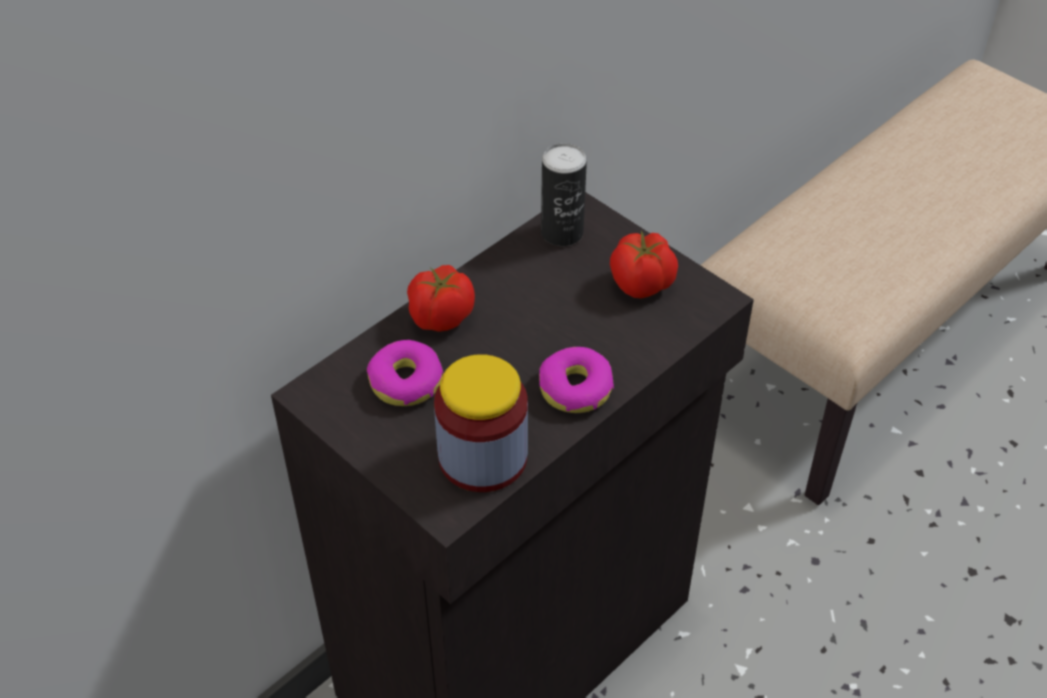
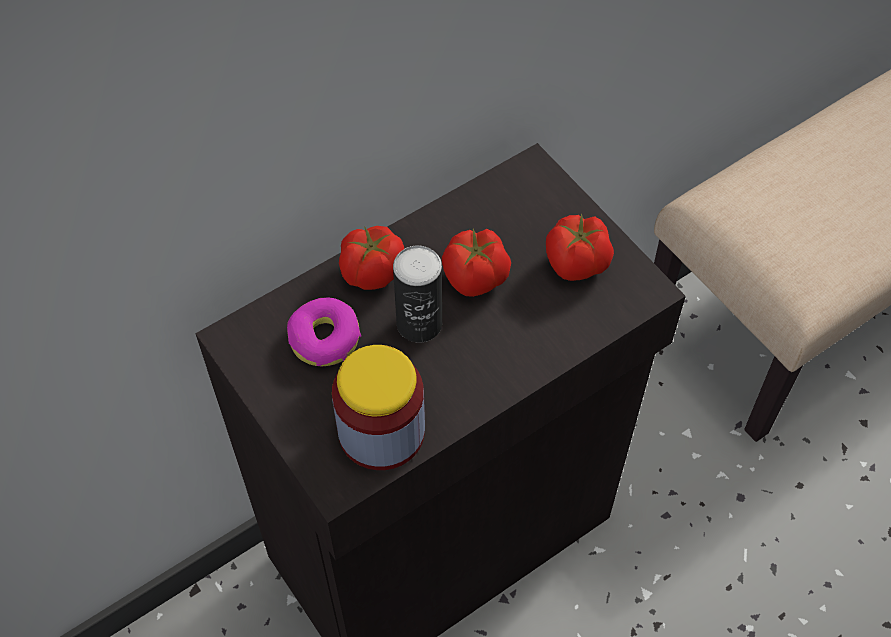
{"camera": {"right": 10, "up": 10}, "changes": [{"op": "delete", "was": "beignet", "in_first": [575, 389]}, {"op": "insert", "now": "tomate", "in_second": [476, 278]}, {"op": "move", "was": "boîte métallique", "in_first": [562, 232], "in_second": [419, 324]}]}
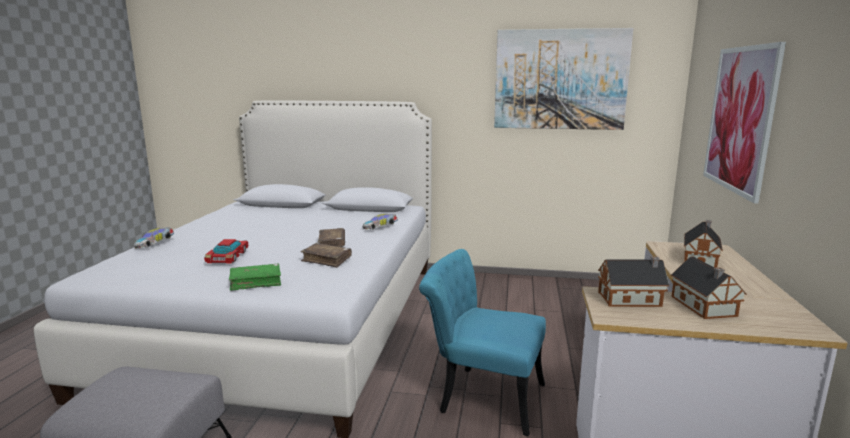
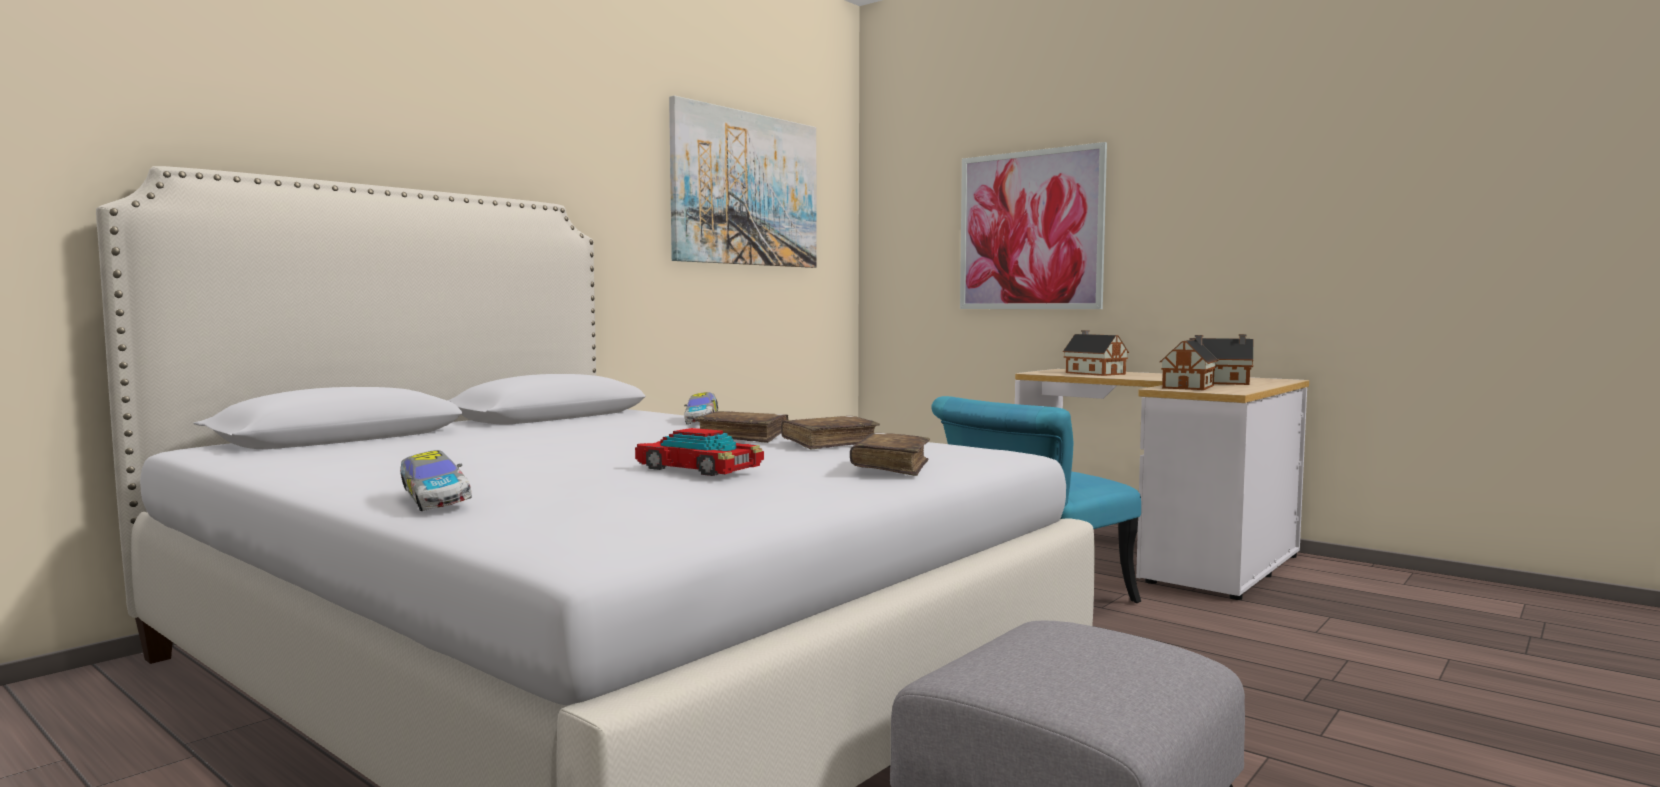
{"camera": {"right": -60, "up": -10}, "changes": [{"op": "recolor", "was": "livre/vert", "now": "livre/marron", "in_first": [256, 282], "in_second": [891, 467]}]}
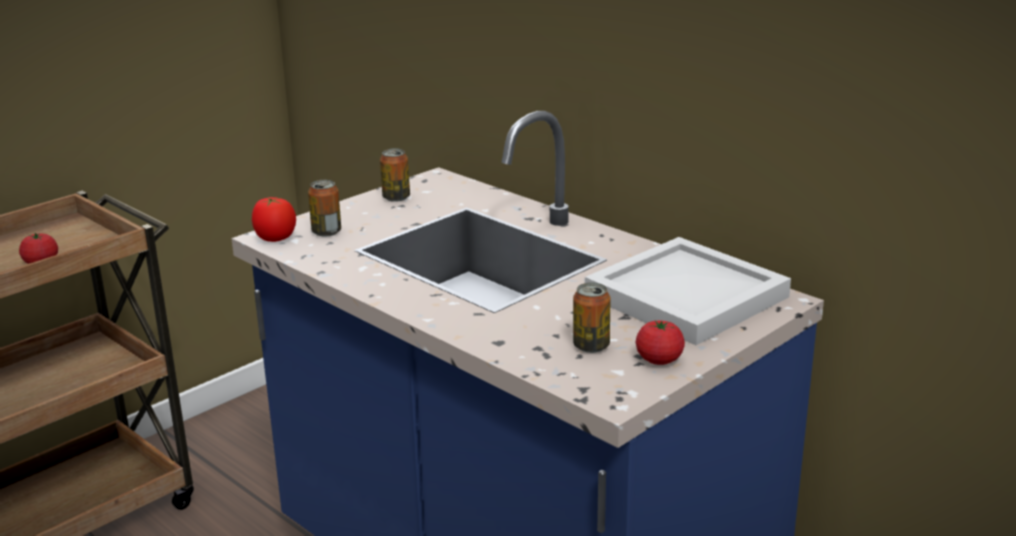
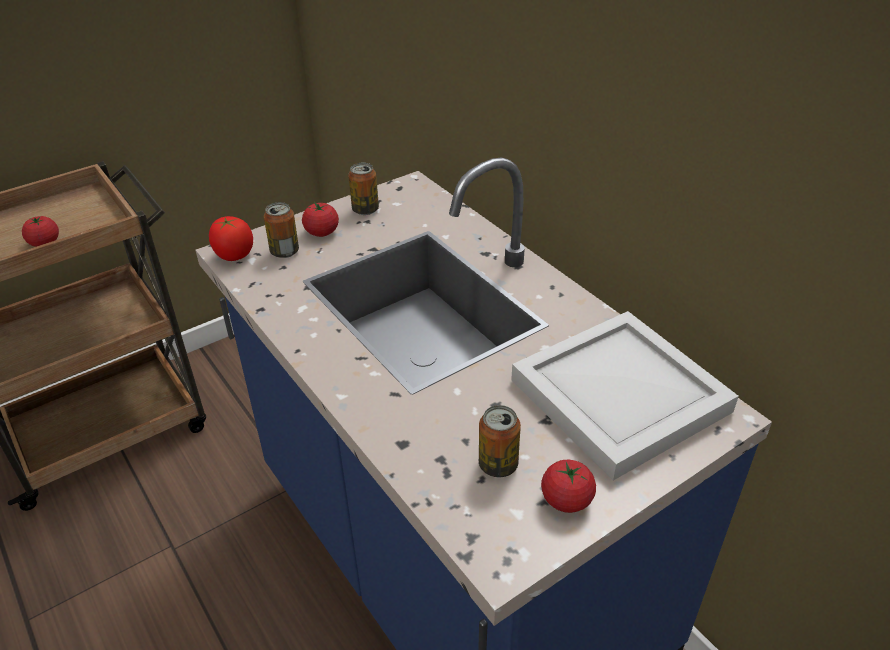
{"camera": {"right": 10, "up": 15}, "changes": [{"op": "insert", "now": "tomate", "in_second": [322, 232]}]}
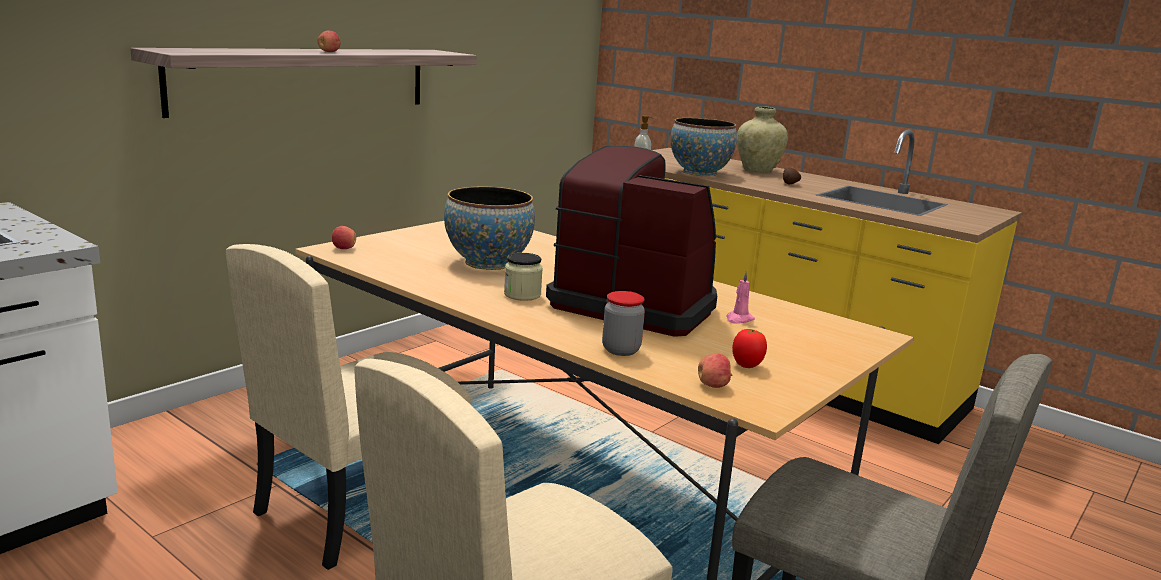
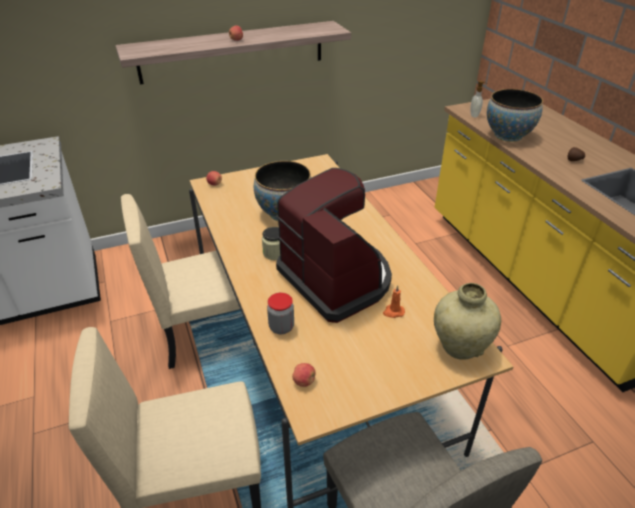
{"camera": {"right": 30, "up": 20}, "changes": [{"op": "delete", "was": "tomate", "in_first": [747, 366]}, {"op": "move", "was": "vase/beige", "in_first": [757, 170], "in_second": [459, 347]}, {"op": "recolor", "was": "bougie/rose", "now": "bougie/orange", "in_first": [738, 319], "in_second": [393, 312]}]}
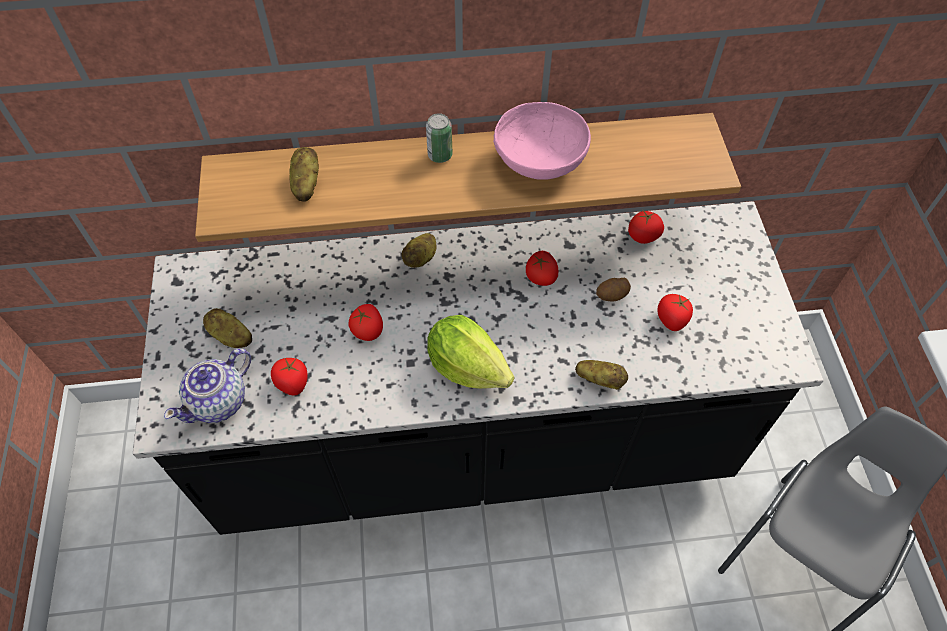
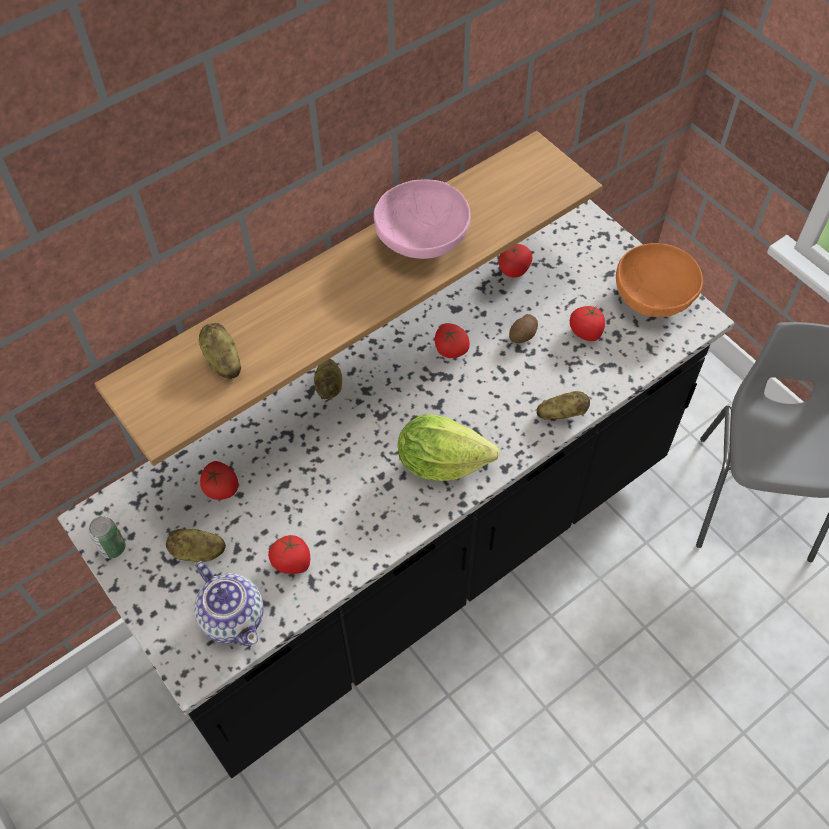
{"camera": {"right": -30, "up": 0}, "changes": [{"op": "insert", "now": "bol/orange", "in_second": [654, 297]}, {"op": "move", "was": "tomate", "in_first": [368, 330], "in_second": [221, 488]}, {"op": "move", "was": "boîte métallique", "in_first": [440, 155], "in_second": [113, 548]}, {"op": "rotate", "was": "théière", "in_first": [219, 401], "in_second": [233, 616], "clockwise": -45}]}
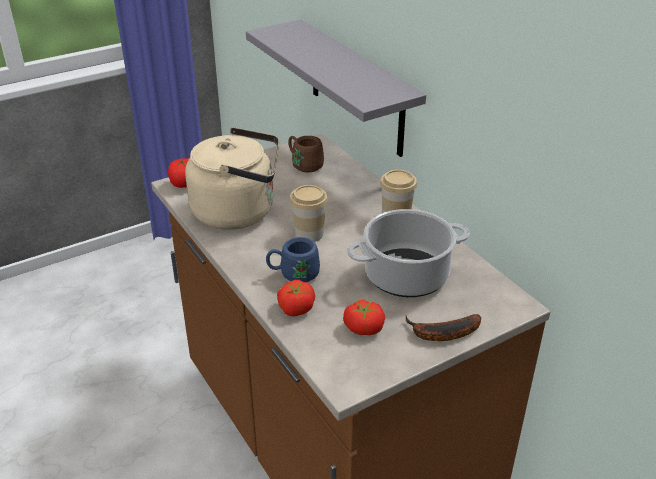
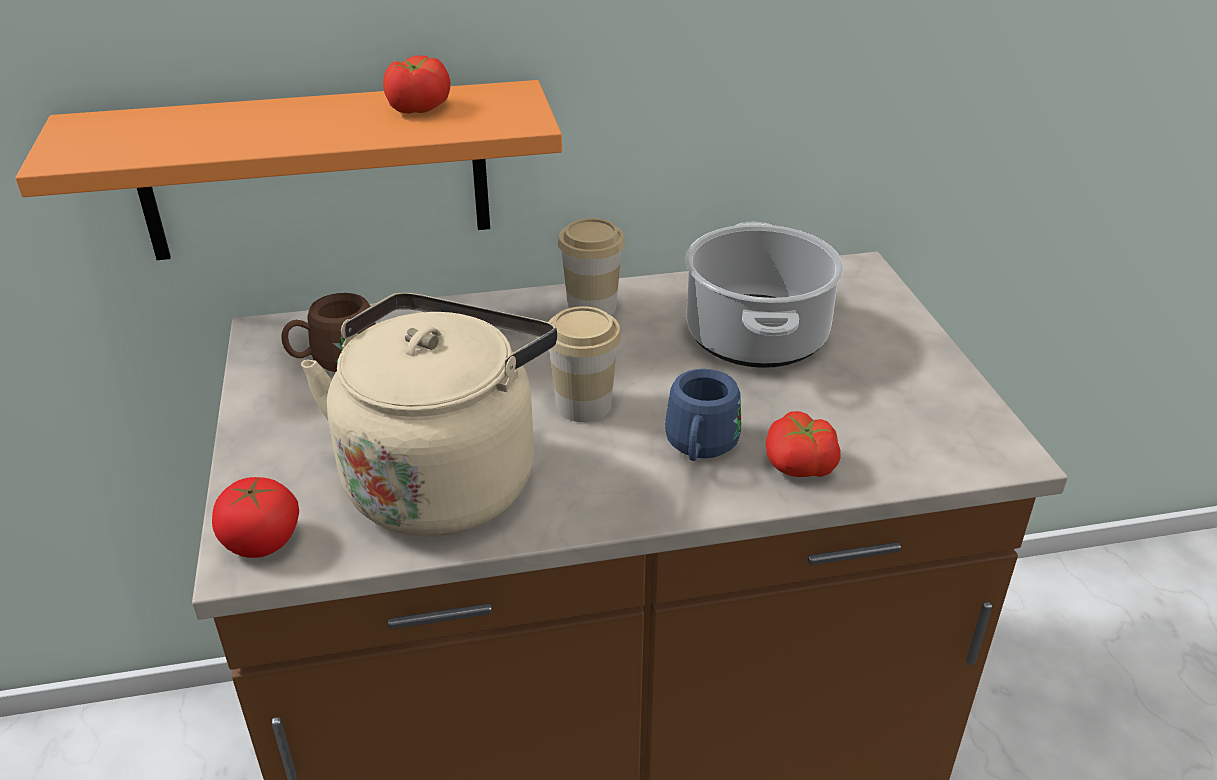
{"camera": {"right": -70, "up": 0}, "changes": [{"op": "delete", "was": "banane", "in_first": [441, 334]}, {"op": "move", "was": "tomate", "in_first": [363, 327], "in_second": [416, 107]}, {"op": "recolor", "was": "étagère/gris", "now": "étagère/orange", "in_first": [356, 88], "in_second": [315, 172]}]}
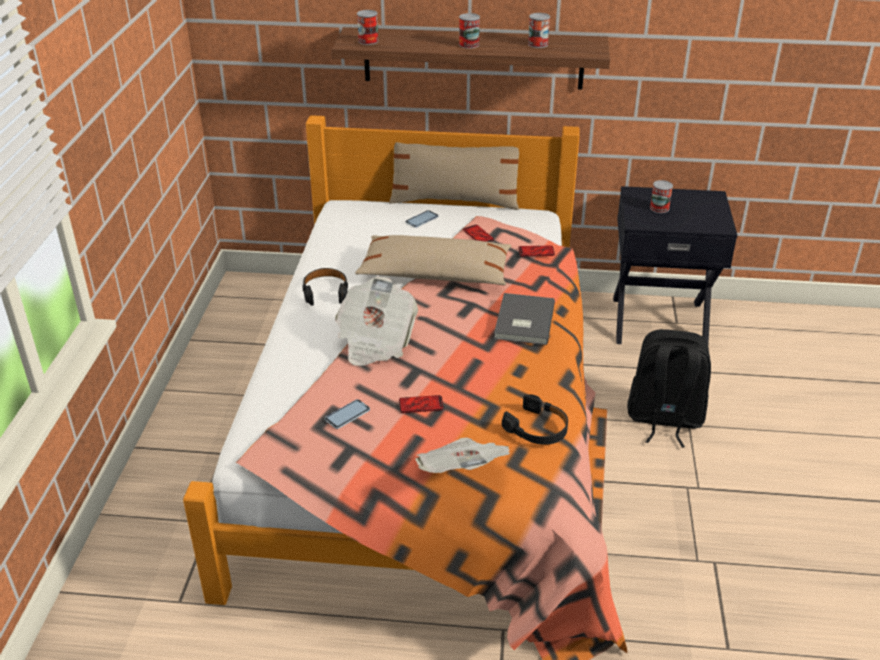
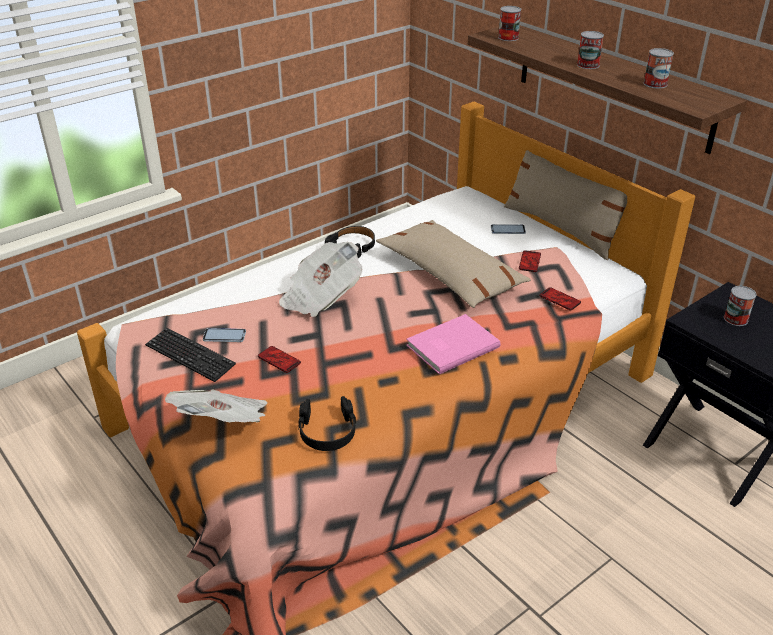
{"camera": {"right": 45, "up": 0}, "changes": [{"op": "delete", "was": "sac à dos/noir", "in_first": [664, 419]}, {"op": "insert", "now": "clavier", "in_second": [190, 356]}, {"op": "recolor", "was": "livre/gris", "now": "livre/rose", "in_first": [522, 321], "in_second": [450, 345]}]}
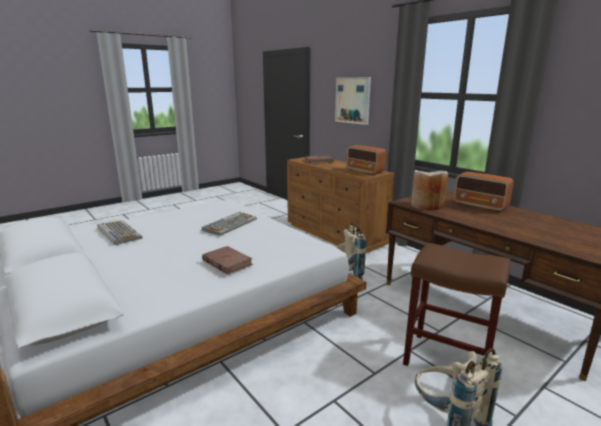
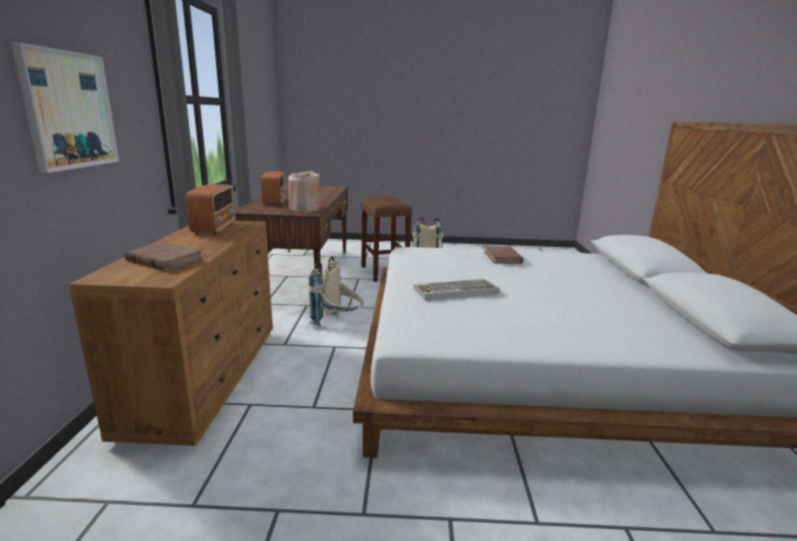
{"camera": {"right": -140, "up": 0}, "changes": [{"op": "delete", "was": "clavier", "in_first": [118, 233]}]}
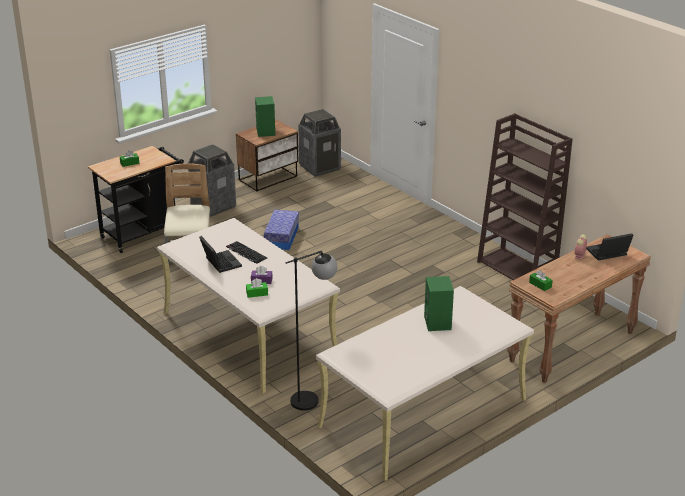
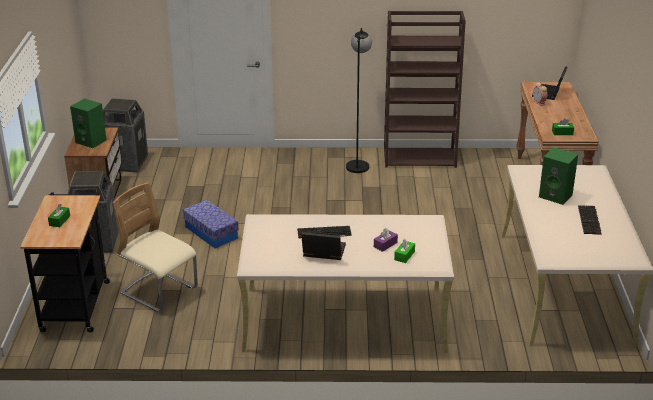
{"camera": {"right": -50, "up": 0}, "changes": [{"op": "insert", "now": "clavier", "in_second": [590, 220]}, {"op": "move", "was": "lampadaire/noir", "in_first": [313, 398], "in_second": [358, 163]}]}
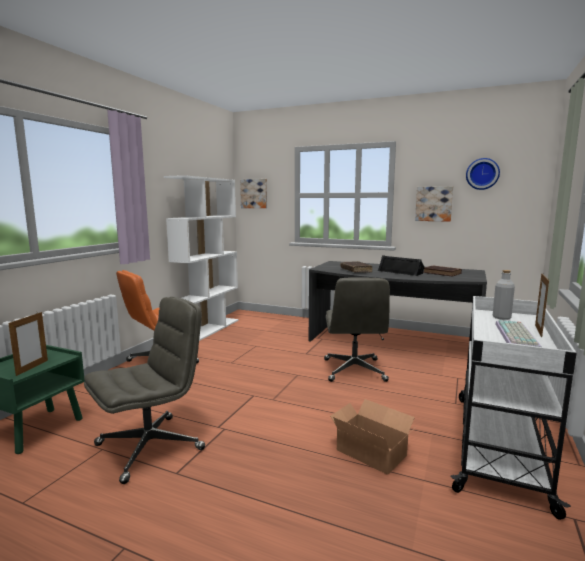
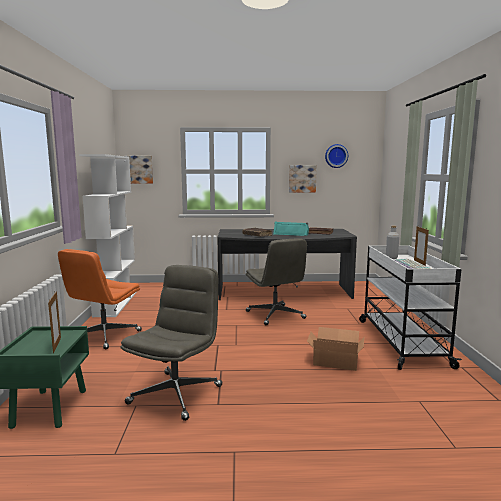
{"camera": {"right": -25, "up": 0}, "changes": [{"op": "recolor", "was": "enceinte/noir", "now": "enceinte/turquoise", "in_first": [400, 272], "in_second": [291, 234]}]}
